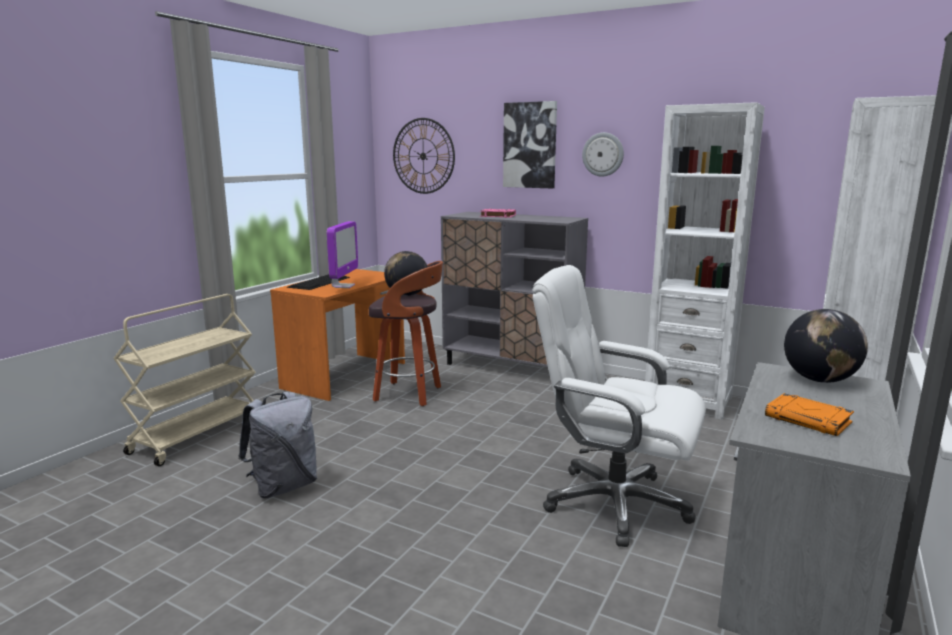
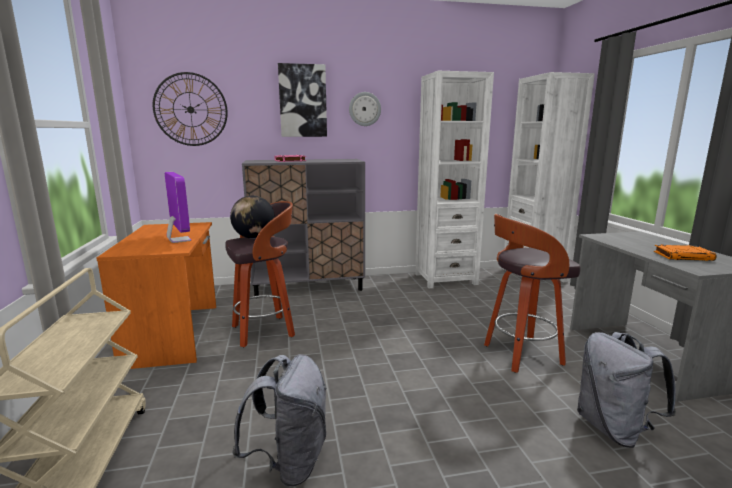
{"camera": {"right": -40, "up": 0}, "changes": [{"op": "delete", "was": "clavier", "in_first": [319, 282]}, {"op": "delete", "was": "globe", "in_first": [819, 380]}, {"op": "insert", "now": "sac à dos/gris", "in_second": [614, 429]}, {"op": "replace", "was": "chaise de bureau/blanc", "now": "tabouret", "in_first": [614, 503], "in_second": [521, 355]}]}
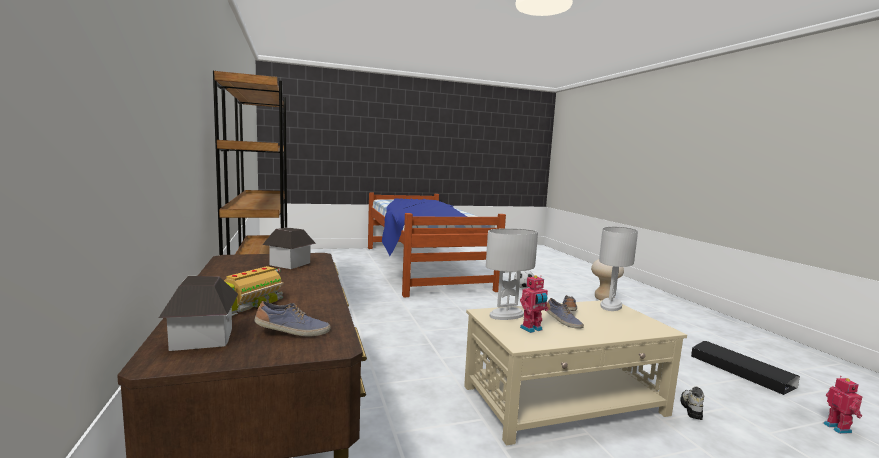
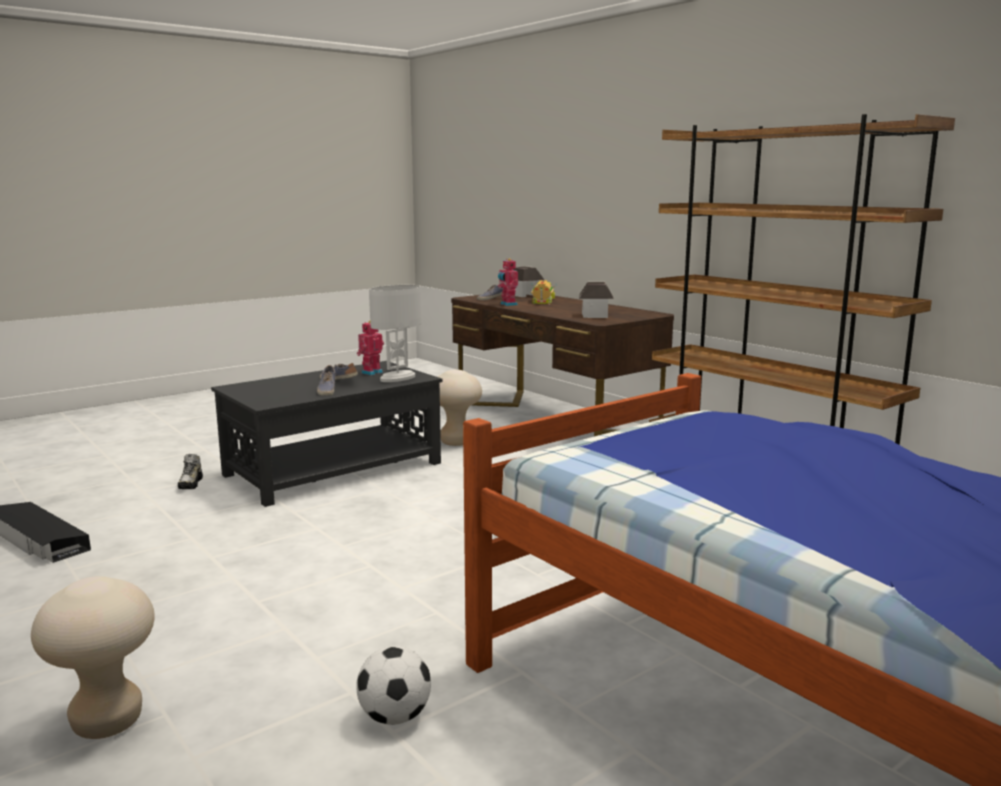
{"camera": {"right": 160, "up": 5}, "changes": [{"op": "delete", "was": "lampe de table/blanc", "in_first": [611, 306]}, {"op": "insert", "now": "tabouret/beige", "in_second": [456, 442]}, {"op": "move", "was": "robot jouet", "in_first": [838, 428], "in_second": [507, 304]}, {"op": "recolor", "was": "table basse/beige", "now": "table basse/noir", "in_first": [564, 400], "in_second": [332, 469]}]}
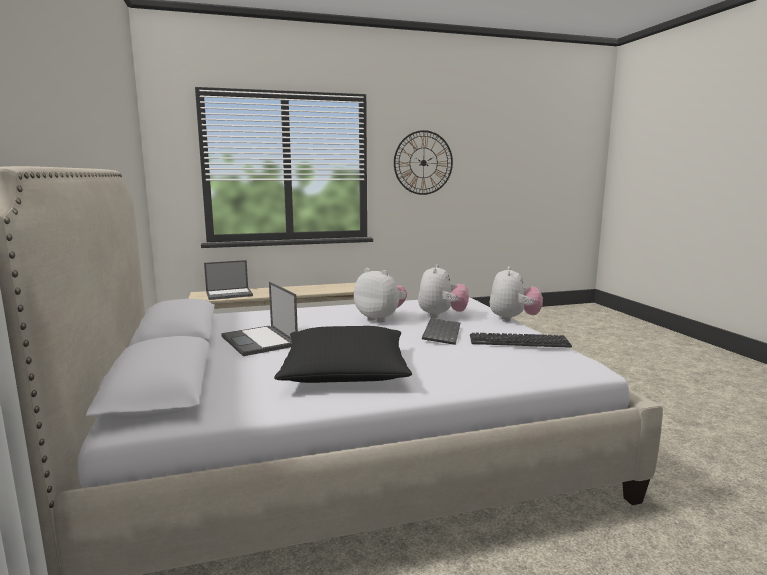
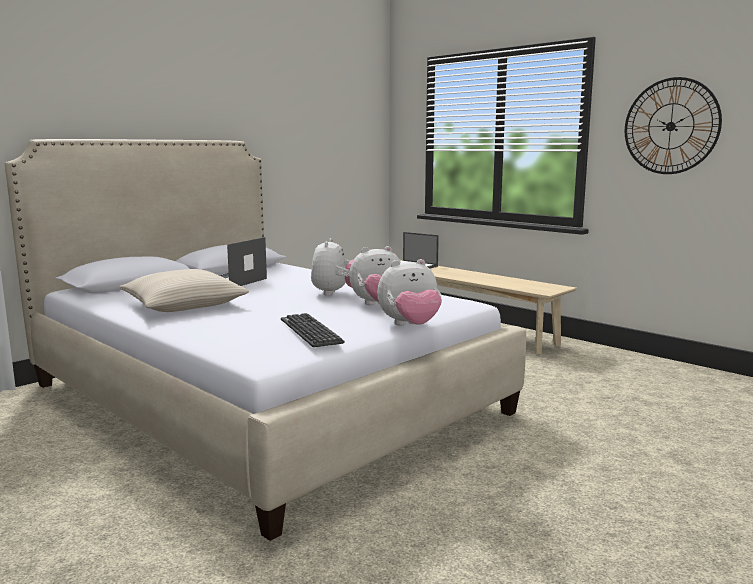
{"camera": {"right": 60, "up": 0}, "changes": [{"op": "delete", "was": "clavier", "in_first": [440, 332]}, {"op": "recolor", "was": "coussin/noir", "now": "coussin/beige", "in_first": [345, 370], "in_second": [184, 305]}]}
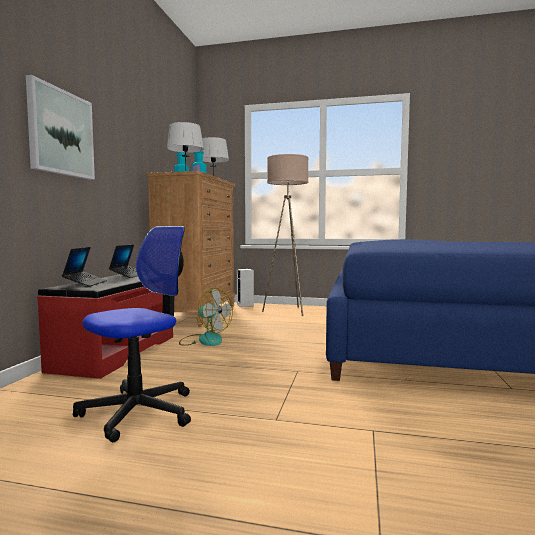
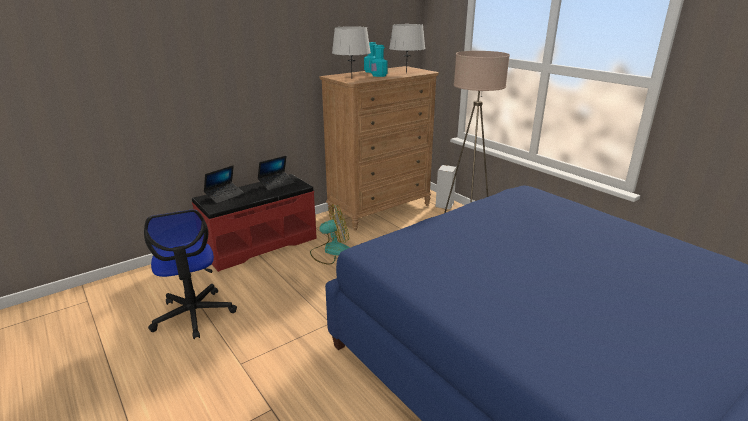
{"camera": {"right": 40, "up": 20}, "changes": [{"op": "delete", "was": "tableau", "in_first": [61, 133]}, {"op": "rotate", "was": "chaise de bureau", "in_first": [138, 412], "in_second": [194, 314], "clockwise": 75}, {"op": "rotate", "was": "ventilateur", "in_first": [204, 340], "in_second": [331, 251], "clockwise": -90}]}
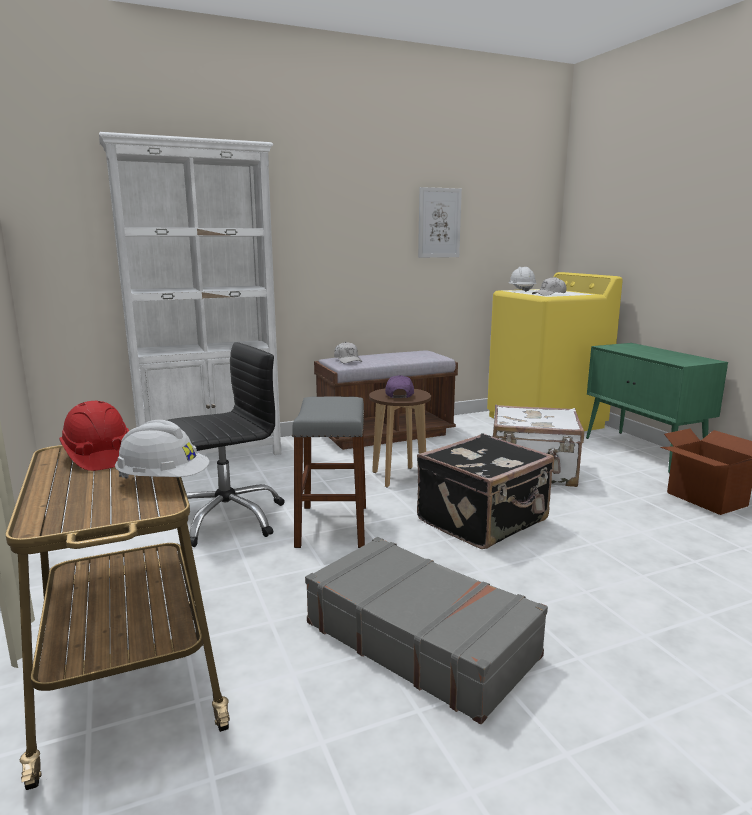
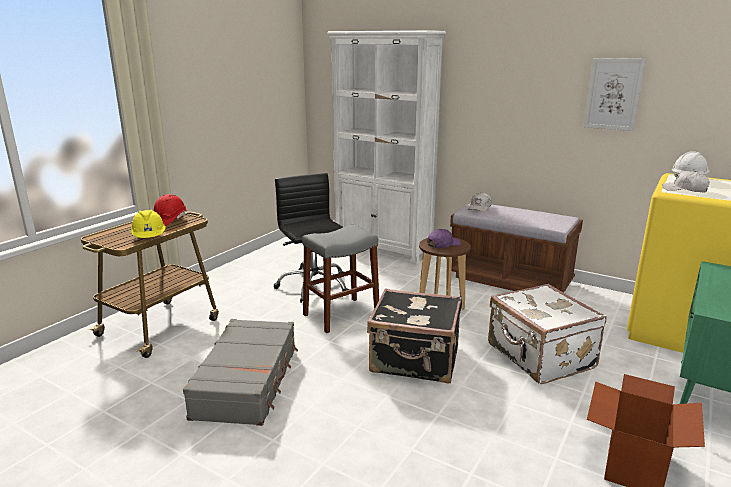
{"camera": {"right": 55, "up": 5}, "changes": [{"op": "recolor", "was": "casque de chantier/blanc", "now": "casque de chantier/jaune", "in_first": [164, 481], "in_second": [149, 238]}, {"op": "rotate", "was": "chaise de bureau/noir", "in_first": [227, 518], "in_second": [313, 286], "clockwise": -135}]}
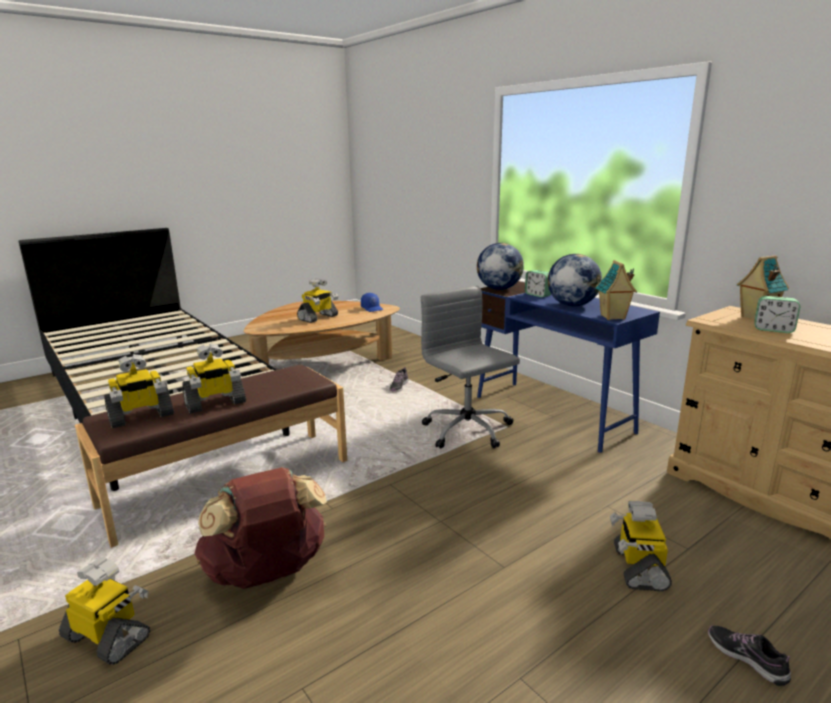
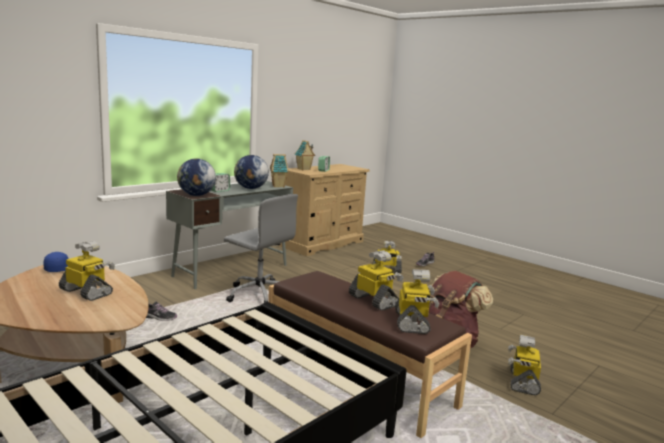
{"camera": {"right": -100, "up": -5}, "changes": [{"op": "recolor", "was": "bureau/bleu", "now": "bureau/gris", "in_first": [552, 414], "in_second": [232, 270]}, {"op": "rotate", "was": "robot jouet", "in_first": [140, 417], "in_second": [412, 323], "clockwise": 45}, {"op": "rotate", "was": "chaise de bureau/gris", "in_first": [468, 431], "in_second": [258, 294], "clockwise": -105}]}
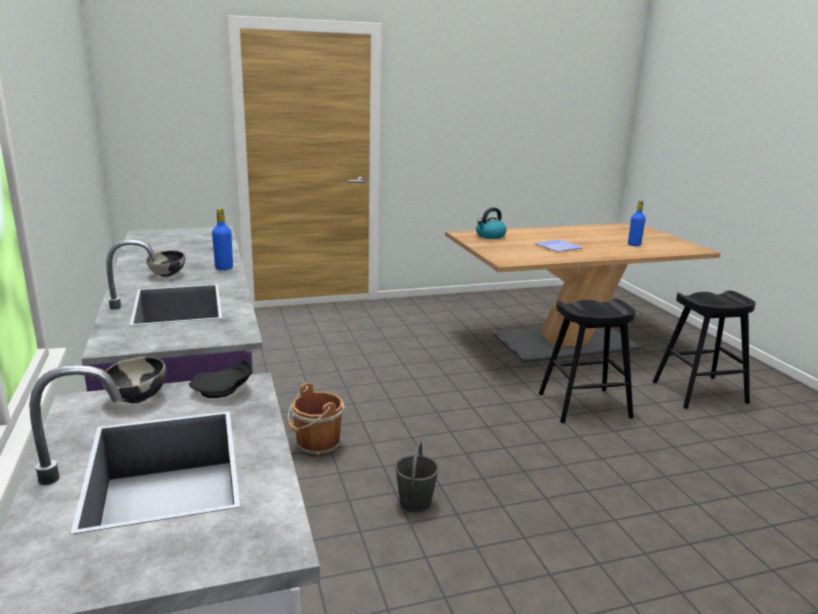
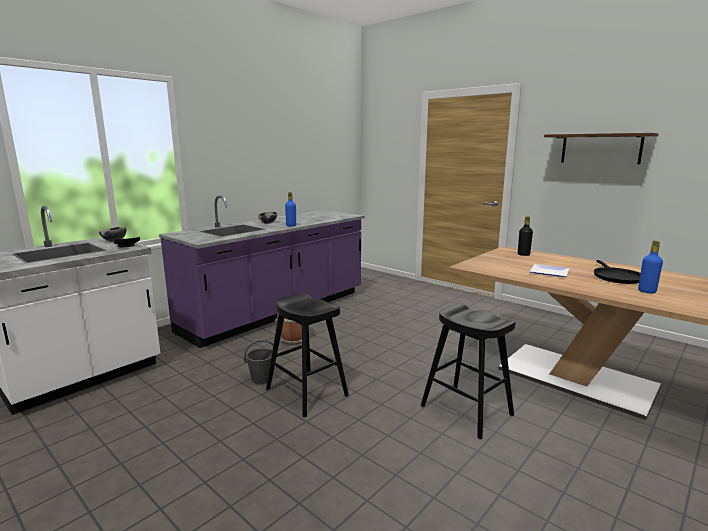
{"camera": {"right": 60, "up": -5}, "changes": [{"op": "insert", "now": "étagère/marron", "in_second": [600, 148]}, {"op": "insert", "now": "poêle/noir", "in_second": [616, 277]}, {"op": "move", "was": "tabouret/noir", "in_first": [699, 392], "in_second": [307, 392]}, {"op": "replace", "was": "bouilloire", "now": "bouteille/noir", "in_first": [490, 236], "in_second": [523, 254]}]}
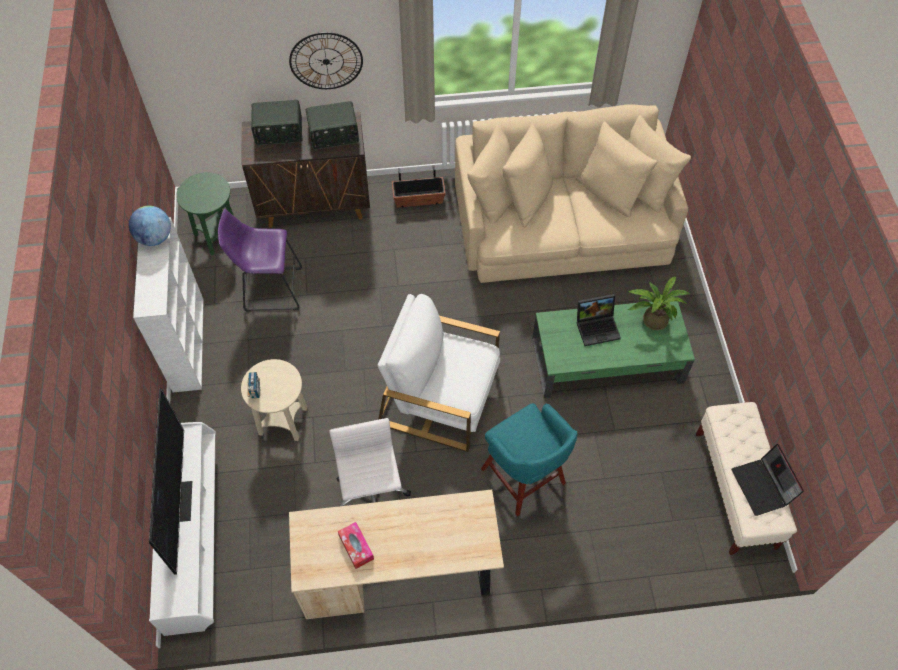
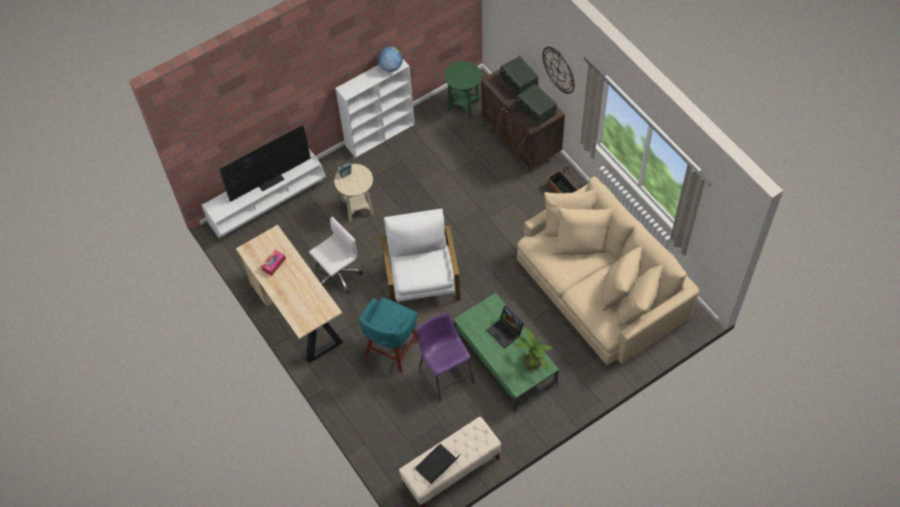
{"camera": {"right": 65, "up": 0}, "changes": [{"op": "move", "was": "tabouret/violet", "in_first": [269, 289], "in_second": [445, 374]}]}
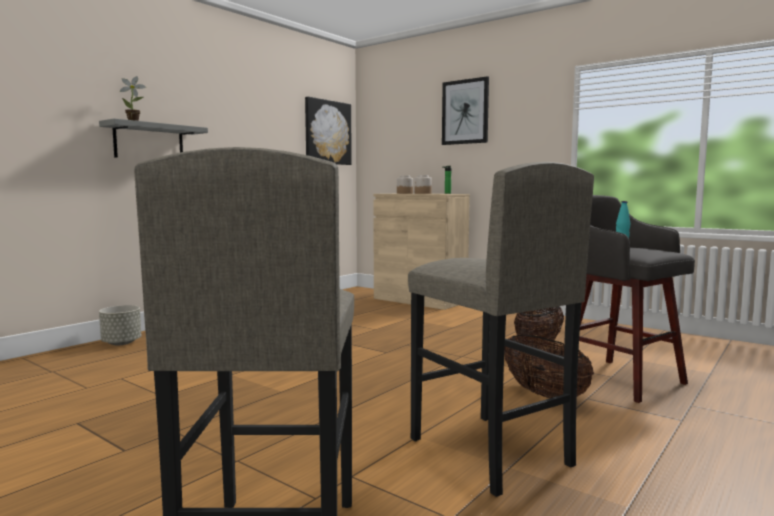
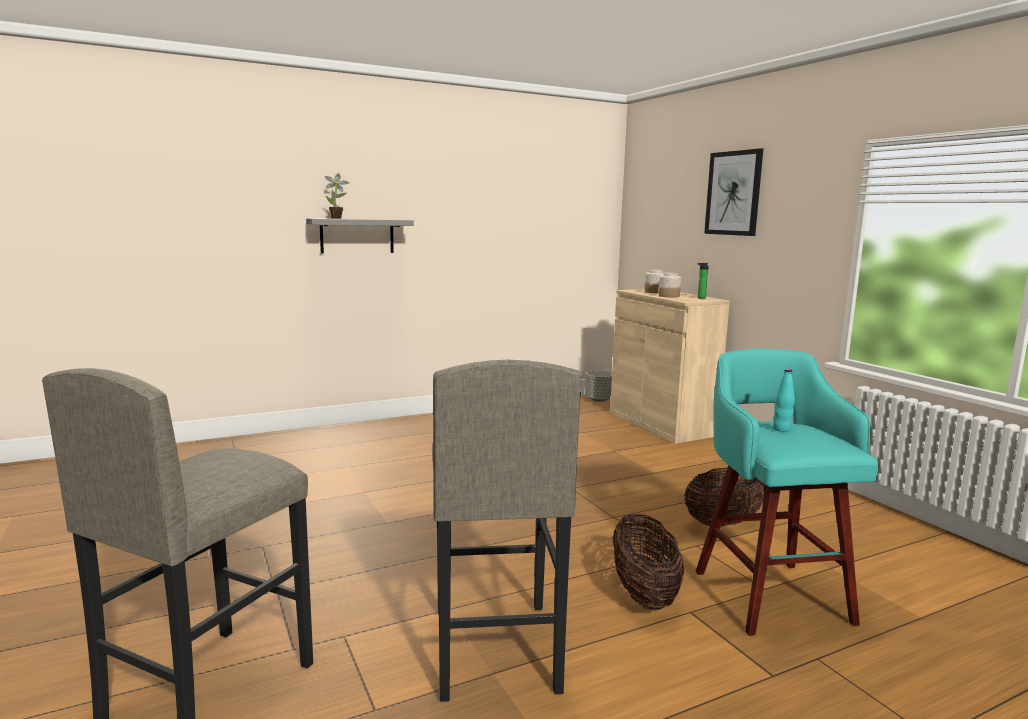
{"camera": {"right": 25, "up": 5}, "changes": [{"op": "delete", "was": "tableau", "in_first": [327, 132]}, {"op": "move", "was": "cache-pot/gris", "in_first": [122, 343], "in_second": [599, 400]}, {"op": "recolor", "was": "tabouret/gris", "now": "tabouret/turquoise", "in_first": [618, 378], "in_second": [769, 594]}]}
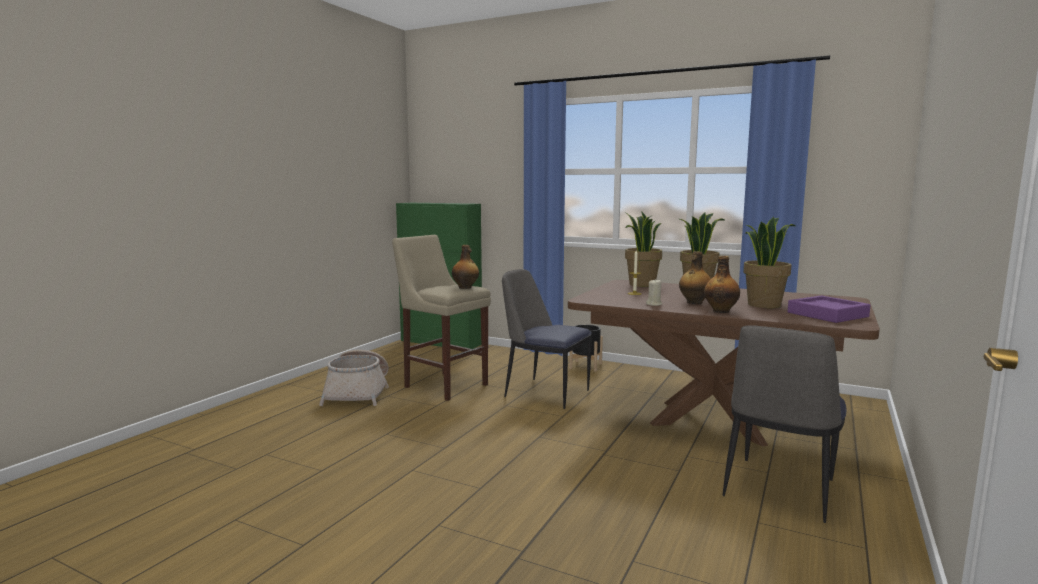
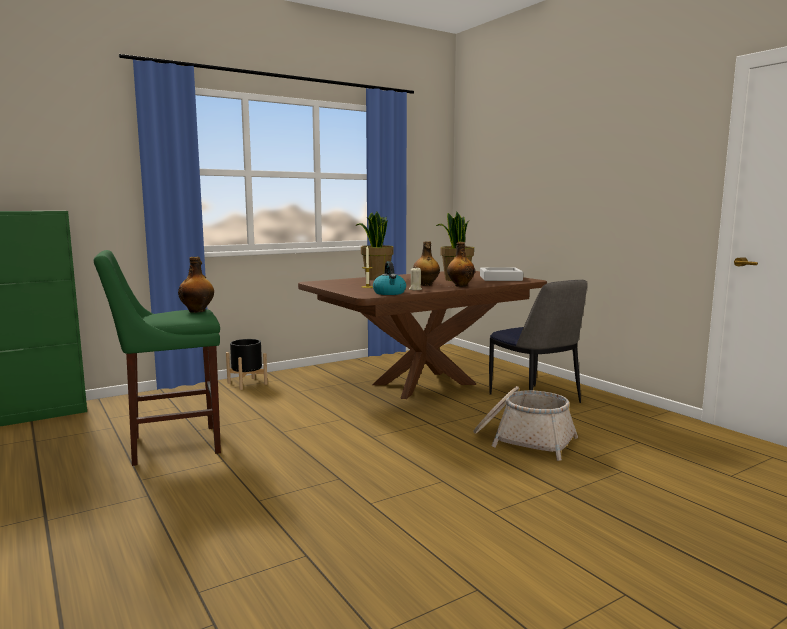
{"camera": {"right": -60, "up": 0}, "changes": [{"op": "delete", "was": "chaise", "in_first": [545, 393]}, {"op": "delete", "was": "plante en pot", "in_first": [641, 284]}, {"op": "insert", "now": "bouilloire", "in_second": [389, 293]}, {"op": "move", "was": "panier", "in_first": [358, 393], "in_second": [523, 440]}, {"op": "recolor", "was": "tabouret/beige", "now": "tabouret/vert", "in_first": [443, 385], "in_second": [169, 445]}, {"op": "recolor", "was": "plateau/violet", "now": "plateau/gris", "in_first": [827, 315], "in_second": [500, 278]}]}
